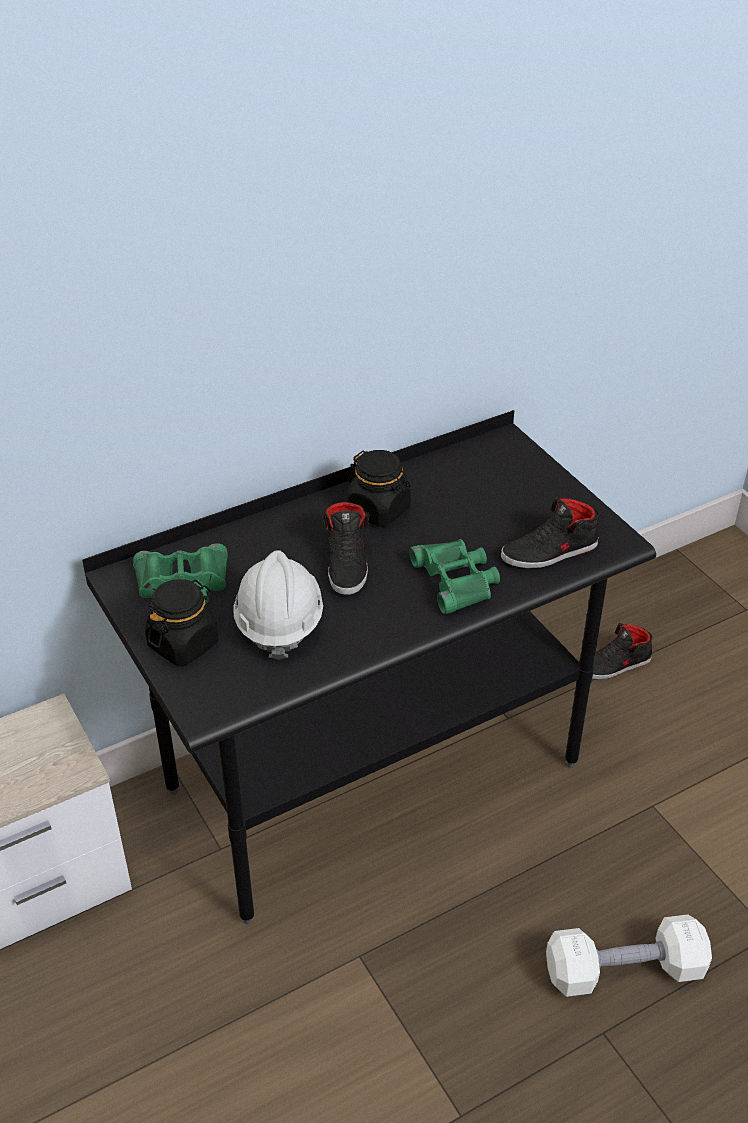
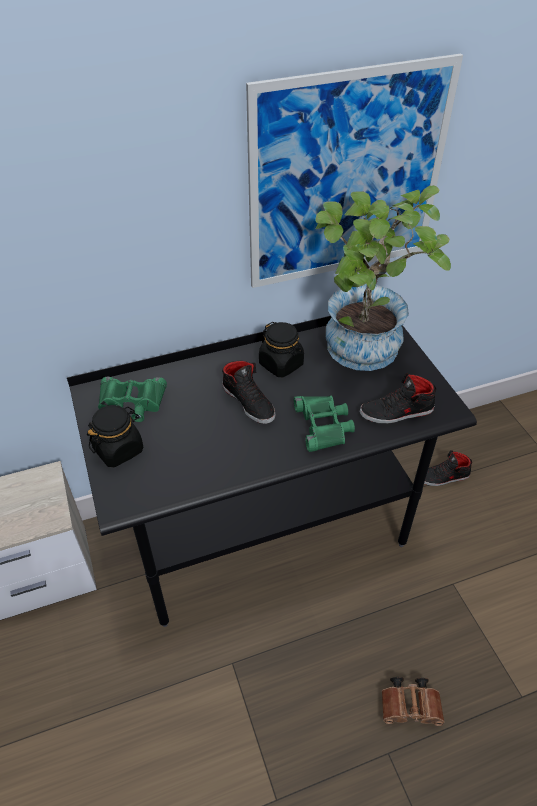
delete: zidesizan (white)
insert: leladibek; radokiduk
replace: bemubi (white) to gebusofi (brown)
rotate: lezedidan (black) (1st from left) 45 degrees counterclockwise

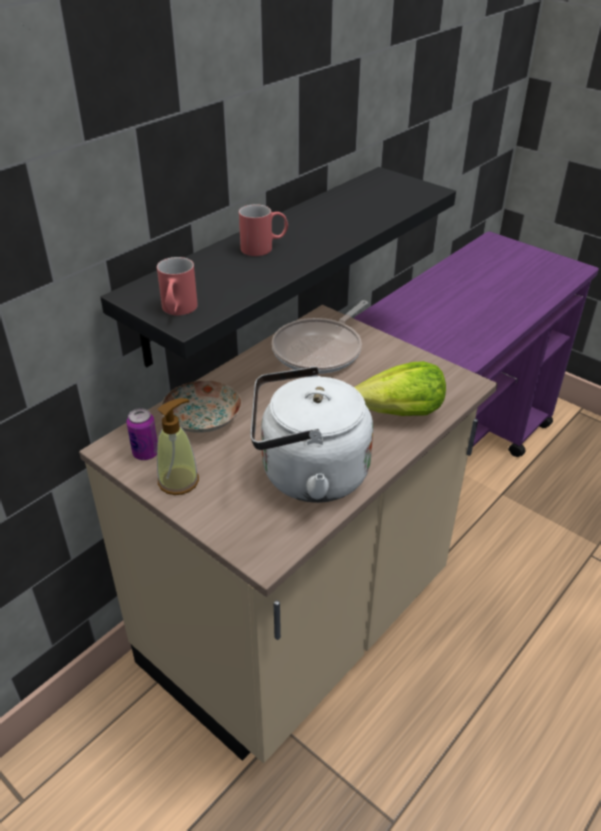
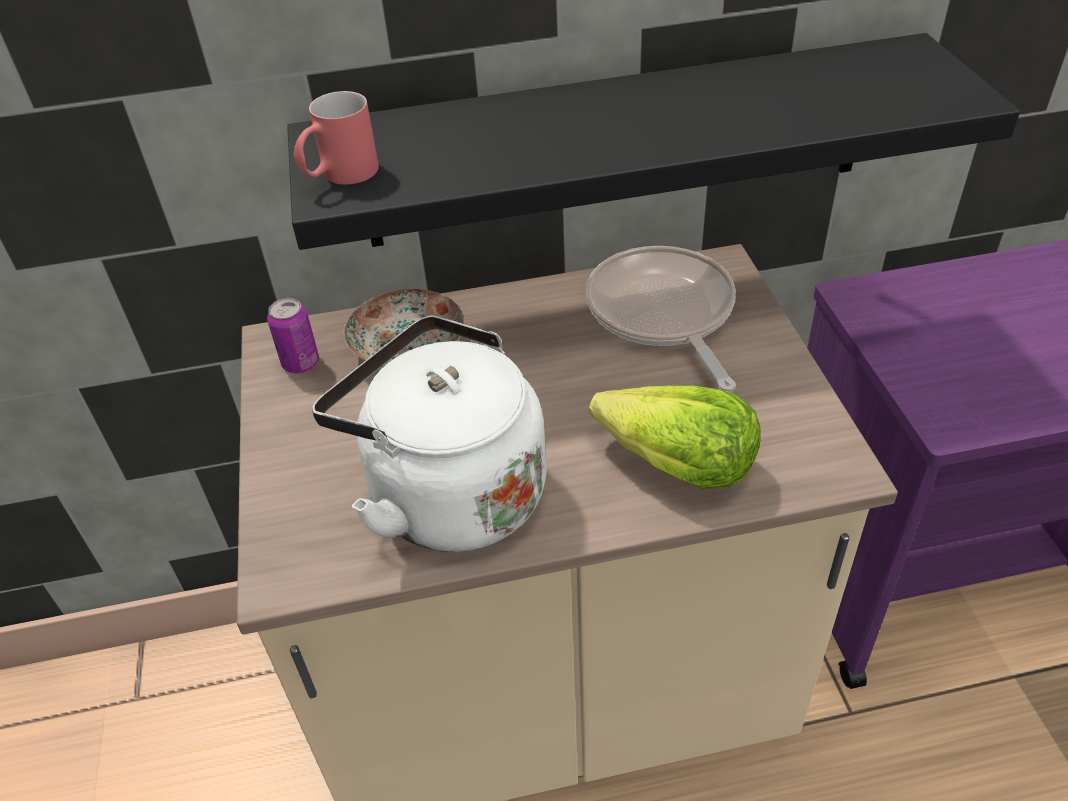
delete: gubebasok; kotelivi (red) (2nd from left)
rotate: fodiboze 90 degrees clockwise

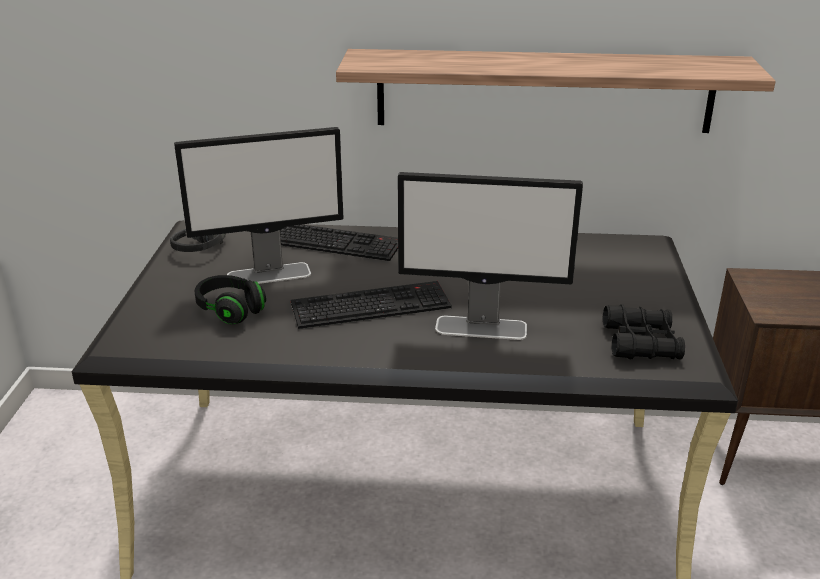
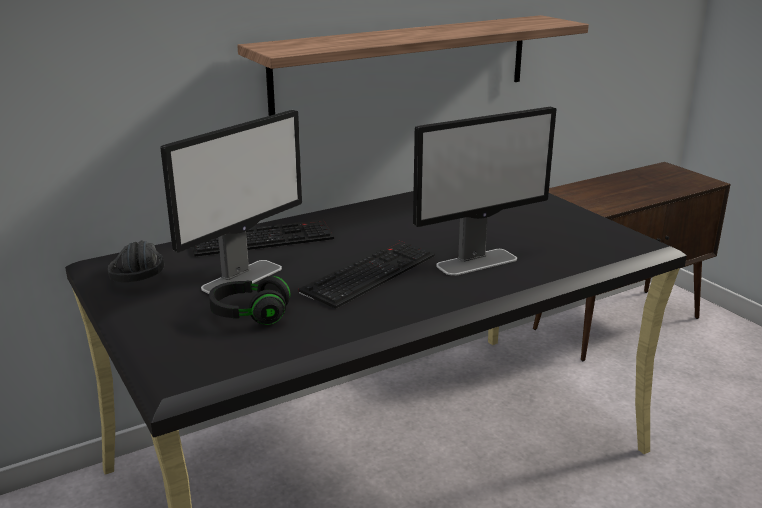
delete: gebusofi (black)

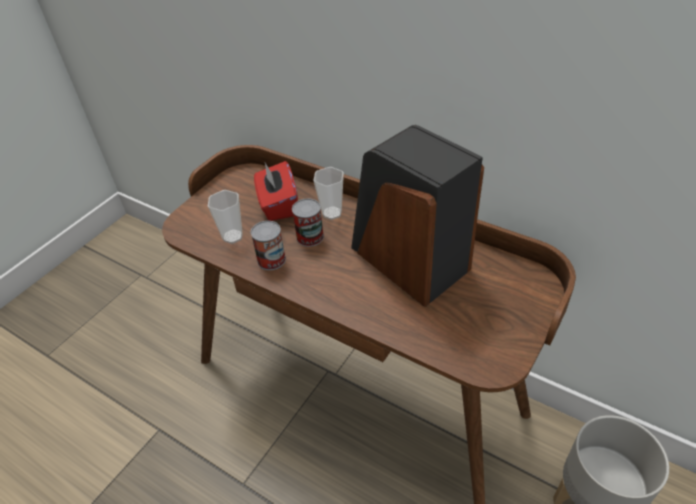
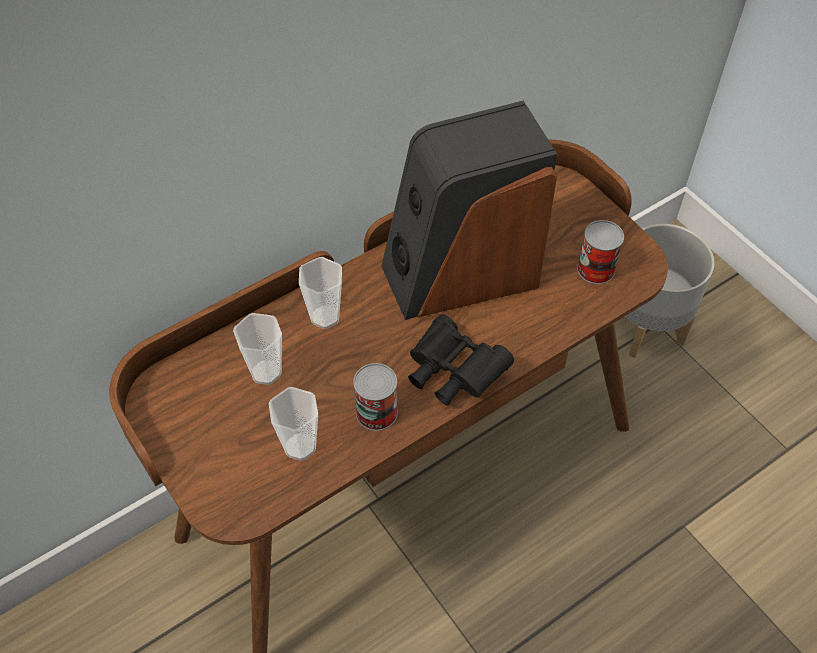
insert: gebusofi (black)
move: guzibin (2nd from left)
replace: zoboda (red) to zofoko (1st from left)

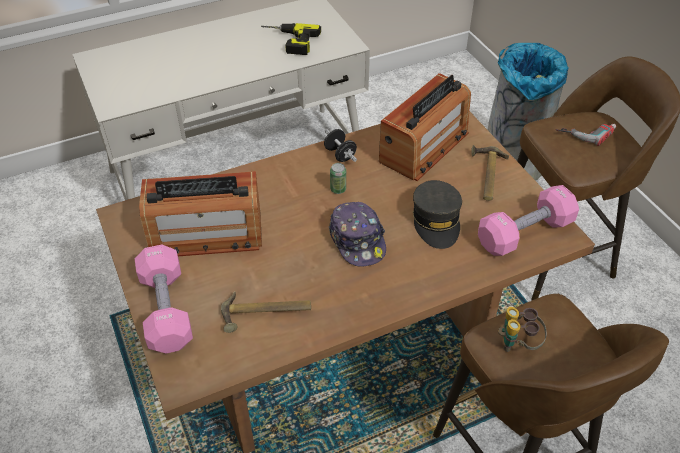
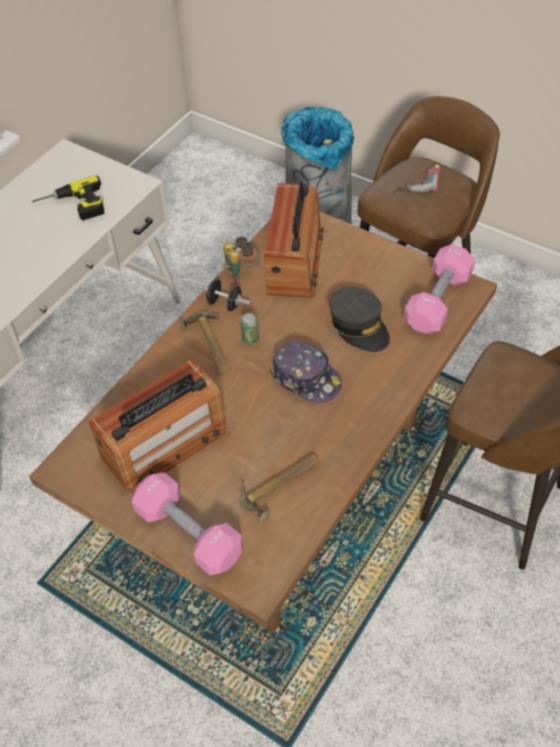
move: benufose (2nd from left in the first image) to benufose (1st from left); gebusofi

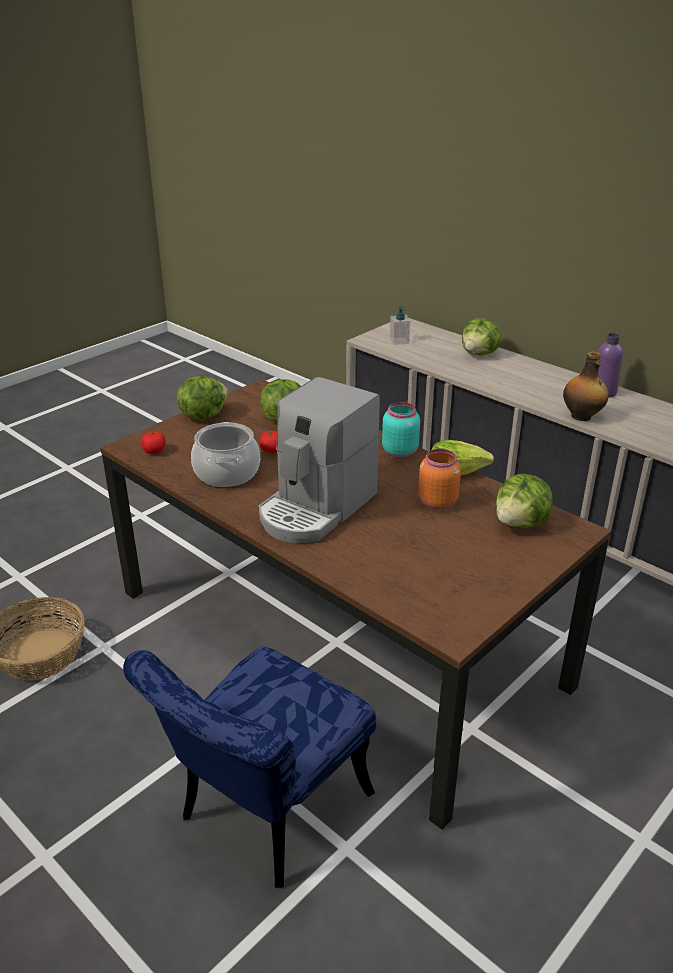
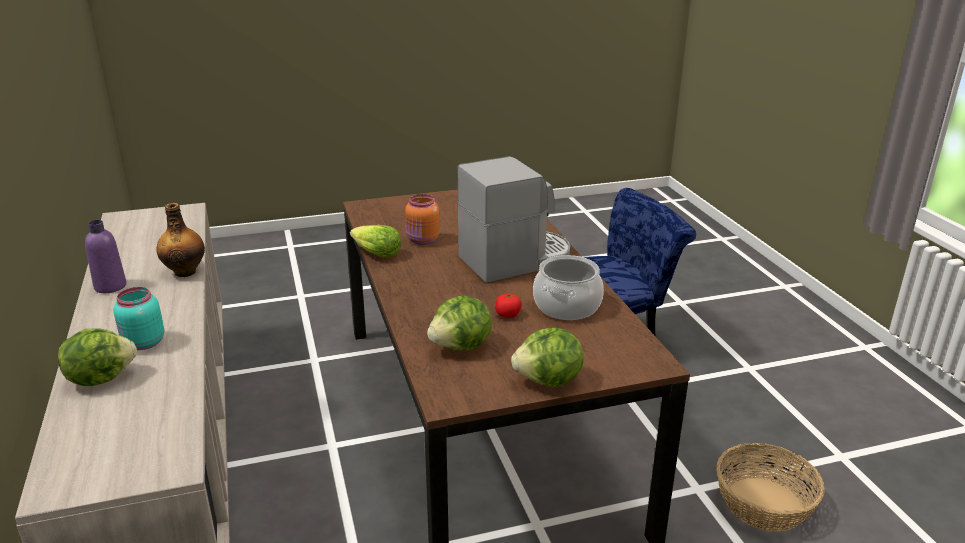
delete: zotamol (1st from left); gubebasok; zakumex (5th from left)
move: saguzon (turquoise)

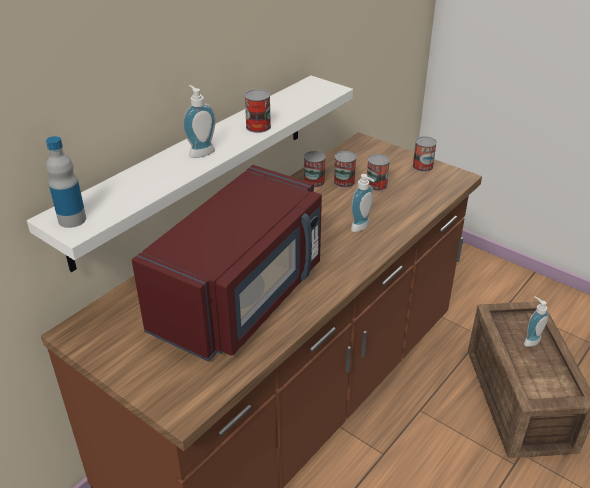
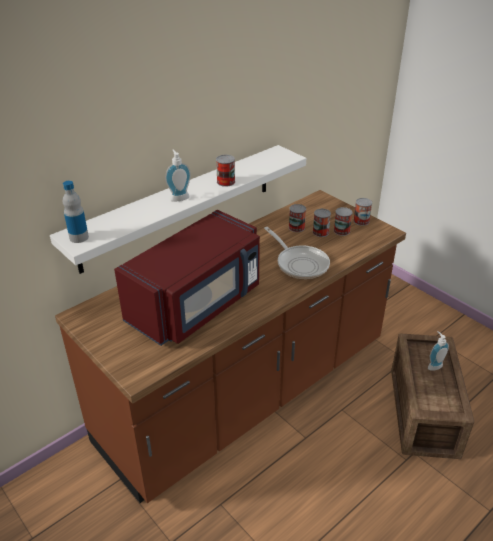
move: guzibin (2nd from left in the first image) to guzibin (4th from left)
replace: gubebasok (2nd from left) to fodiboze

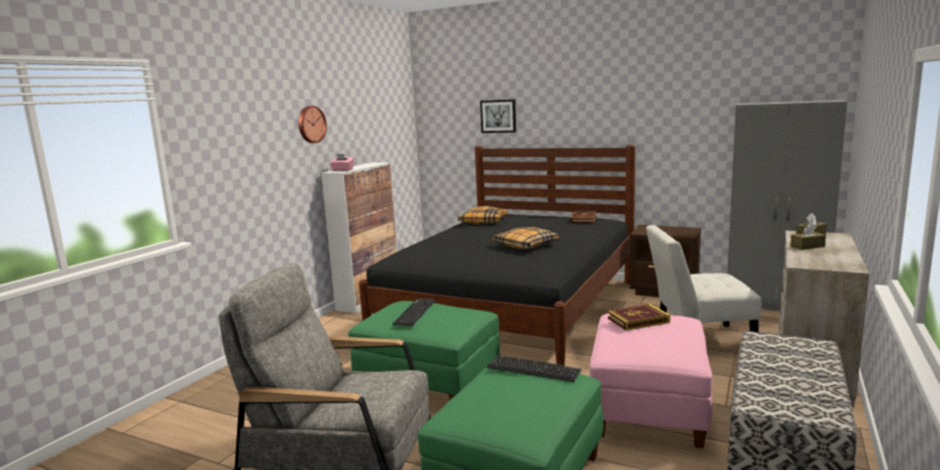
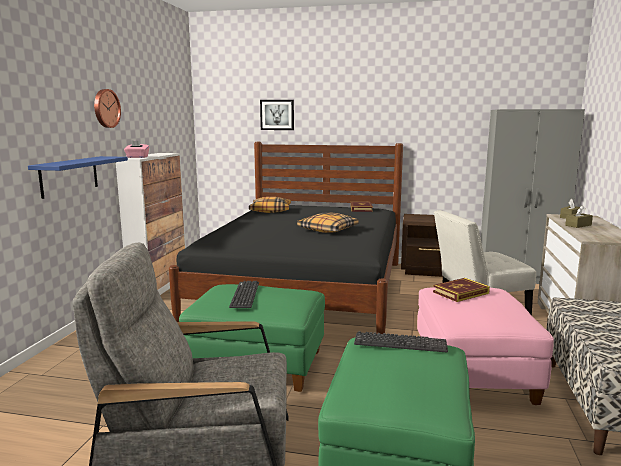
insert: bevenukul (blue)

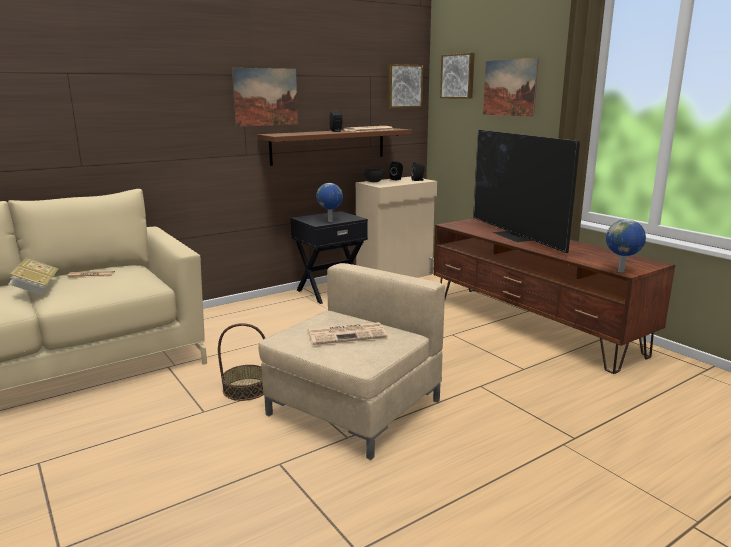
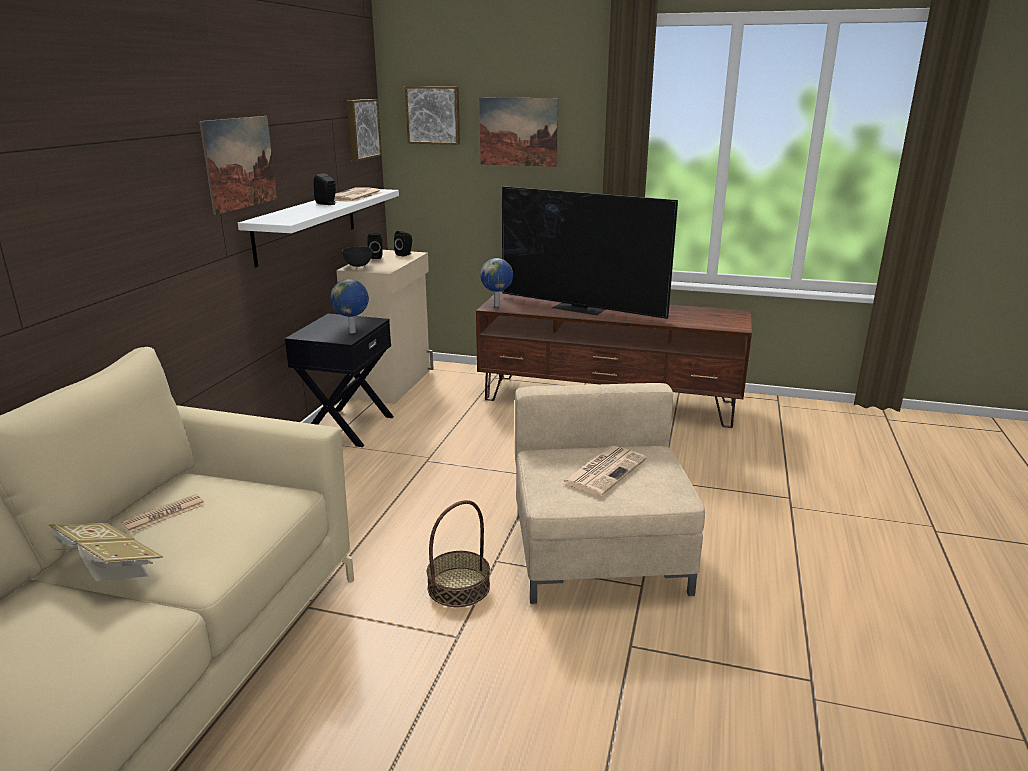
move: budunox (2nd from left)
recolor: bevenukul (brown) to bevenukul (white)

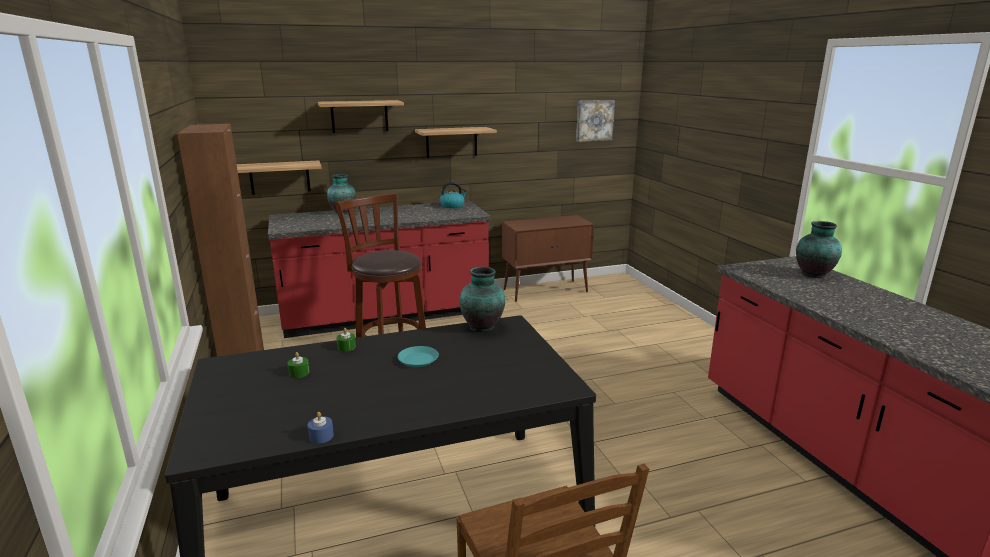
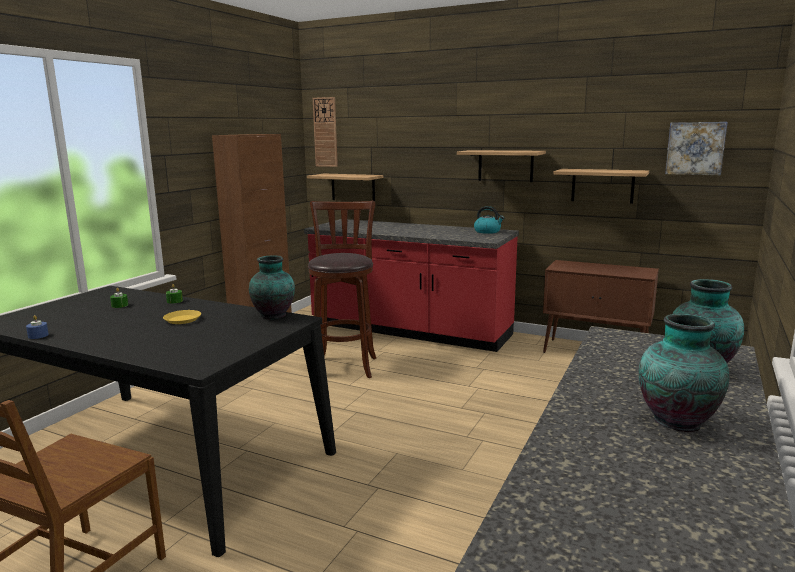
insert: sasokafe
move: bevenukul (2nd from left in the first image) to bevenukul (3rd from left); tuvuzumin (1st from left in the first image) to tuvuzumin (2nd from left)
recolor: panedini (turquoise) to panedini (yellow)

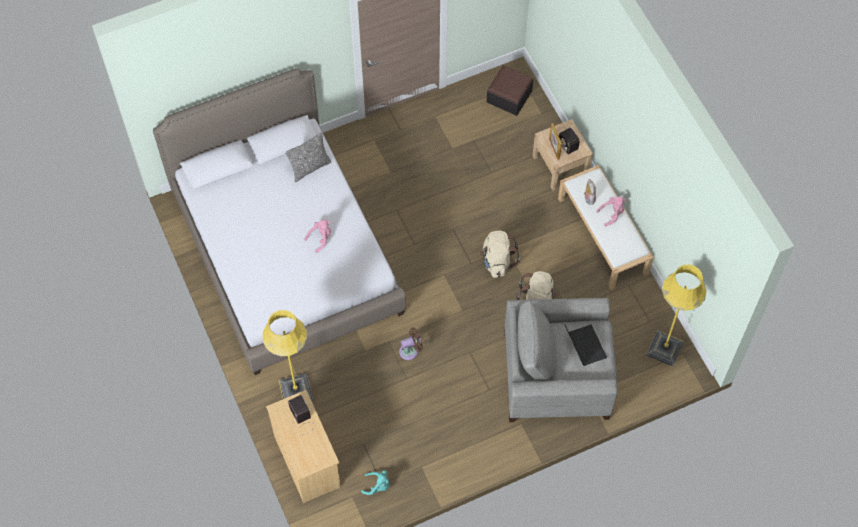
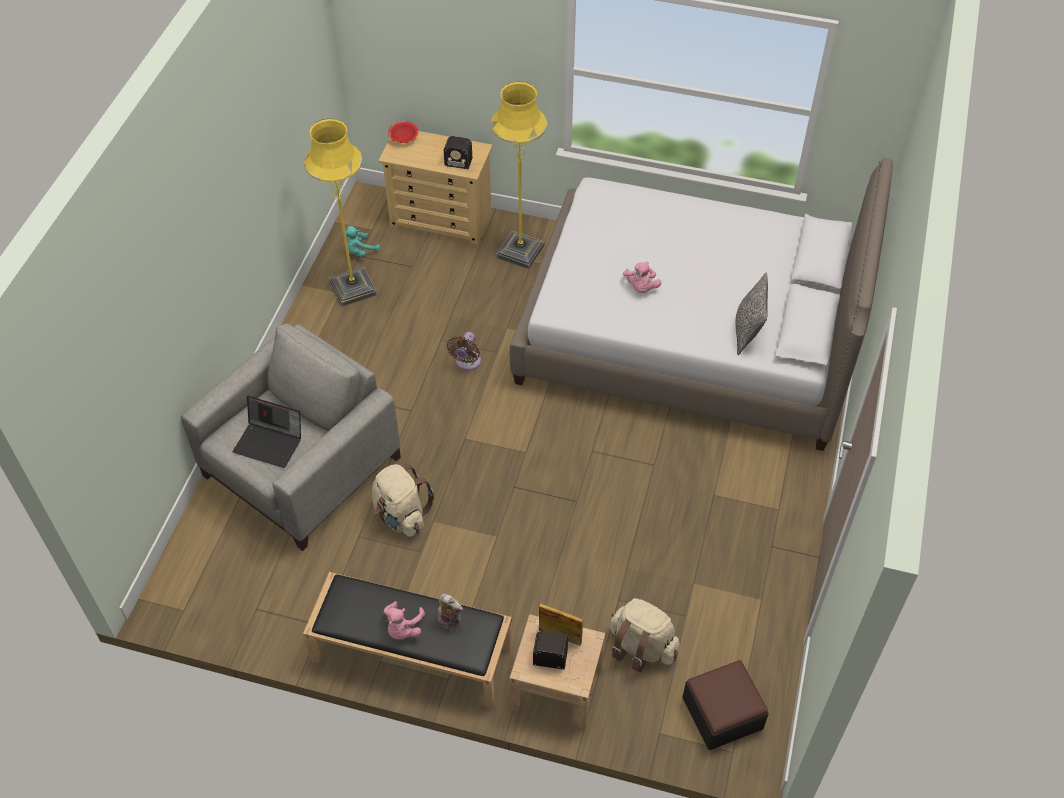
insert: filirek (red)
move: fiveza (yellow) (2nd from left in the first image) to fiveza (yellow) (1st from left); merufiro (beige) (1st from left in the first image) to merufiro (beige) (2nd from left)
recolor: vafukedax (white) to vafukedax (black)

